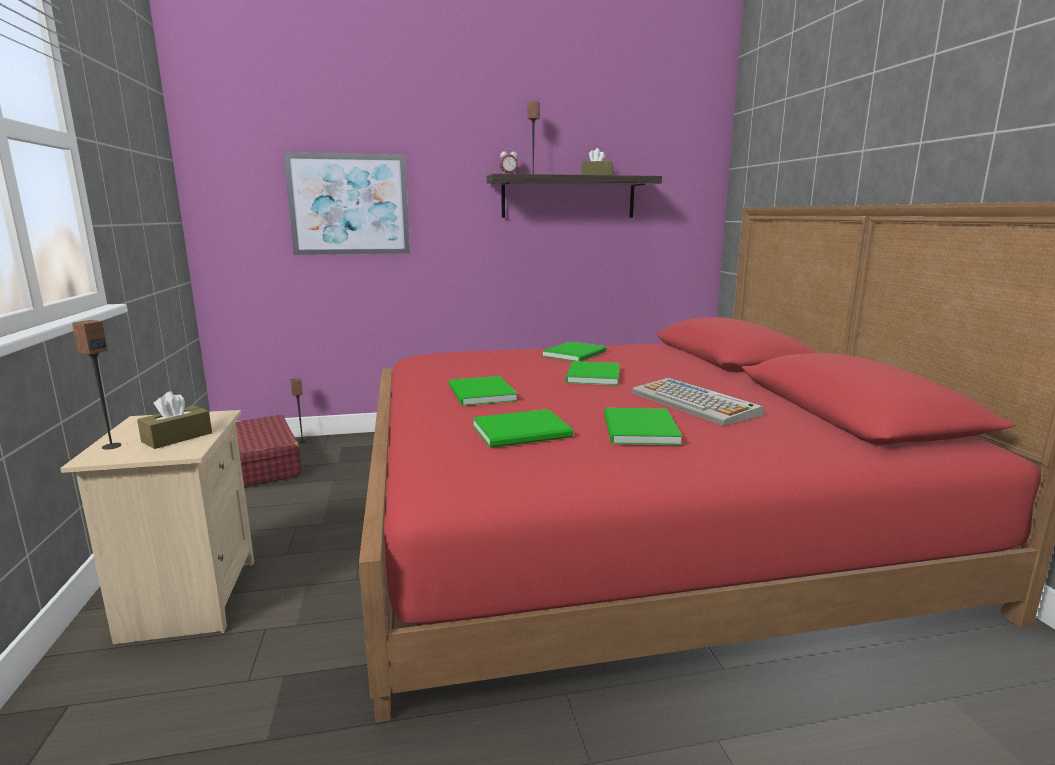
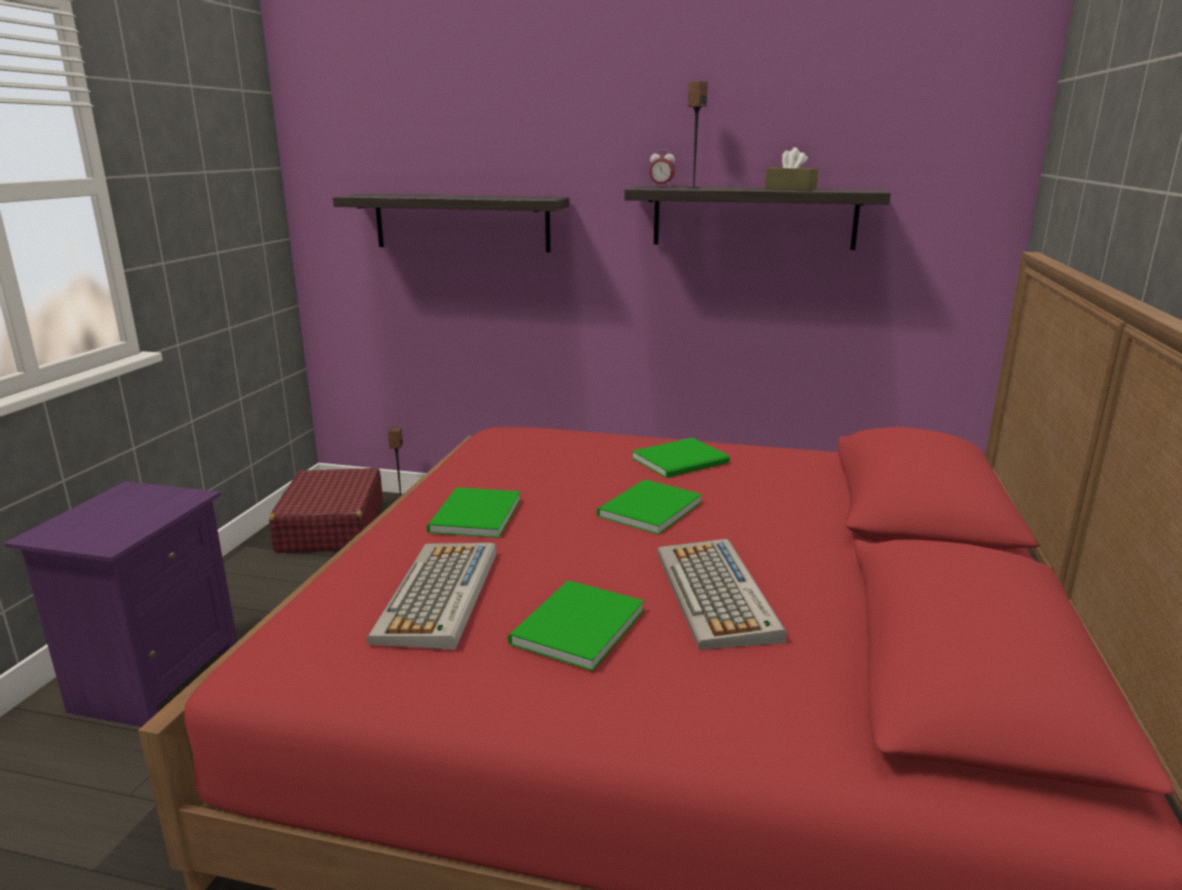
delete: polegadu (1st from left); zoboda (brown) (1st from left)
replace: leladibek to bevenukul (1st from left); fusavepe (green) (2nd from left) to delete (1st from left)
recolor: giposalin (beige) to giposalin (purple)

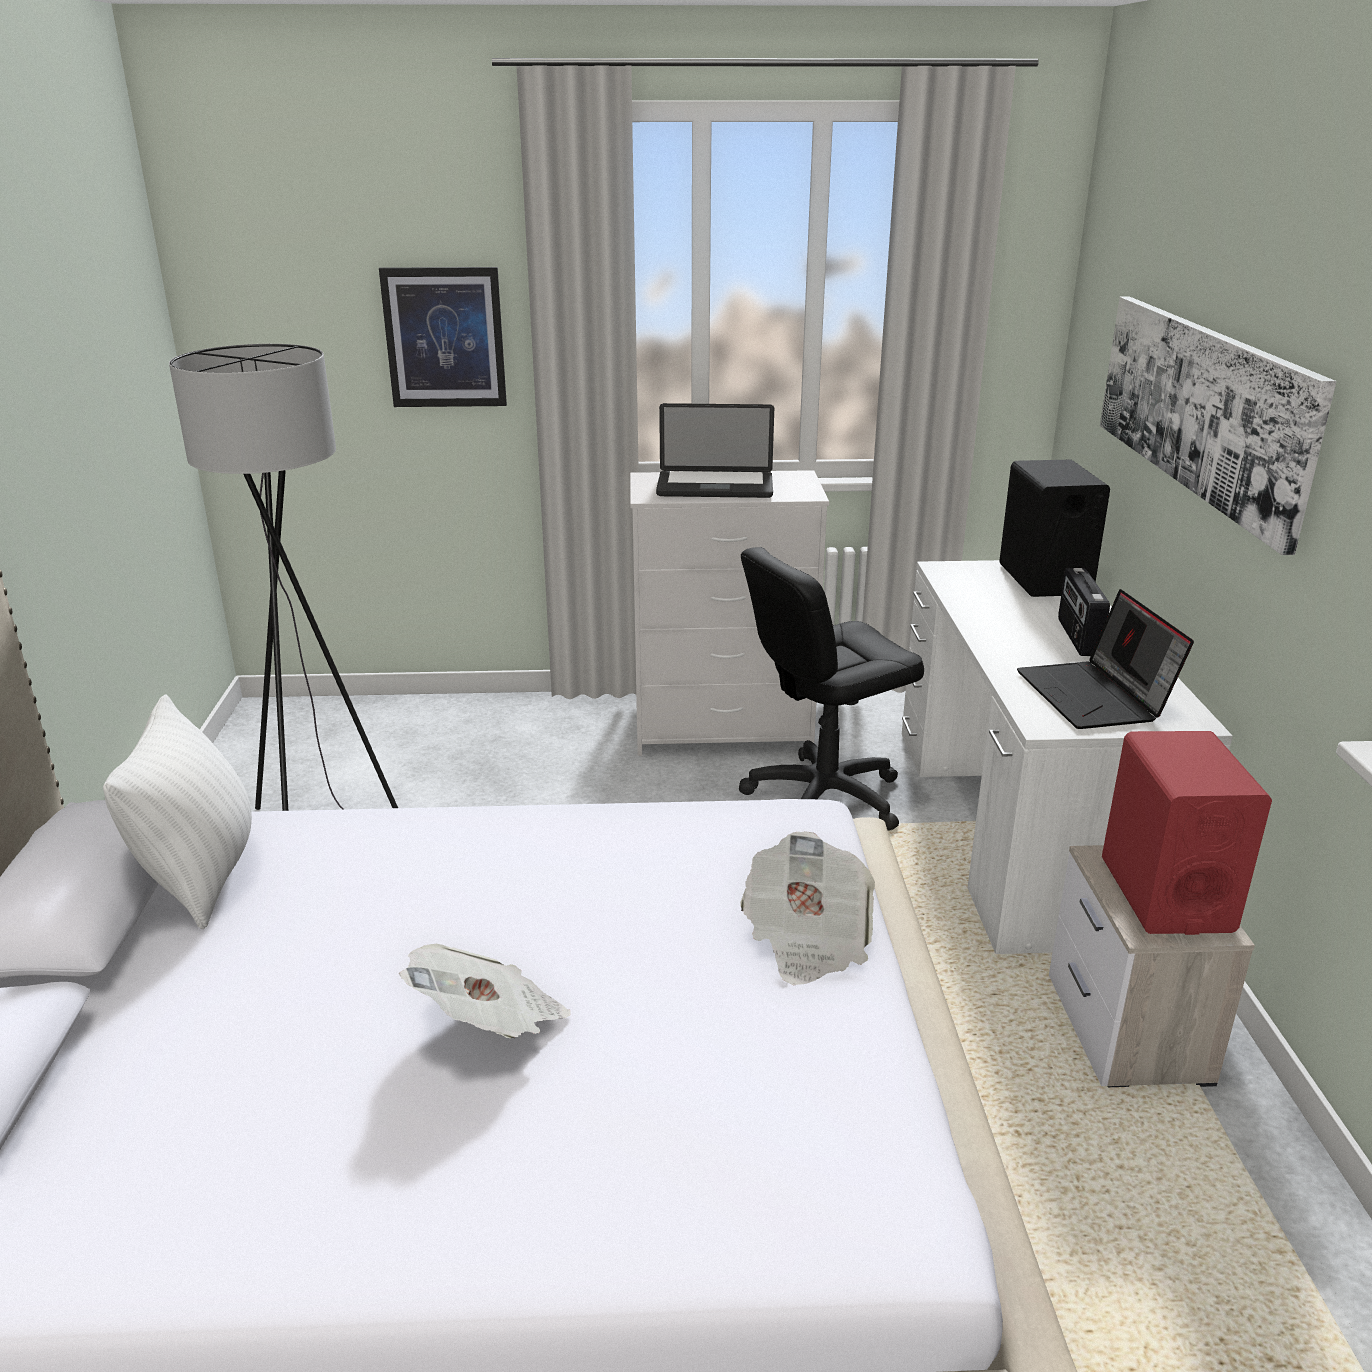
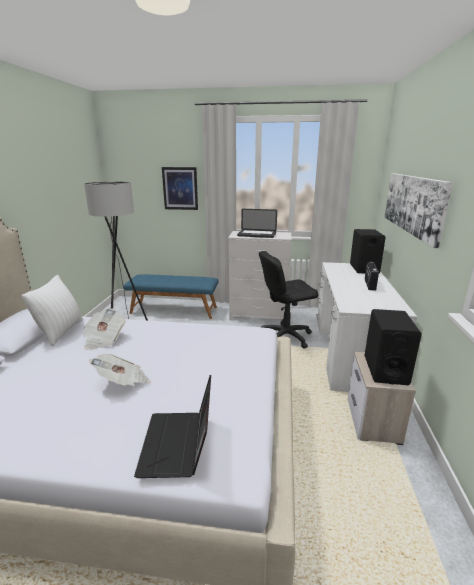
insert: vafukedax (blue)
move: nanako (2nd from left in the first image) to nanako (1st from left); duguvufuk (2nd from left in the first image) to duguvufuk (1st from left)
recolor: polegadu (red) to polegadu (black) (2nd from left)

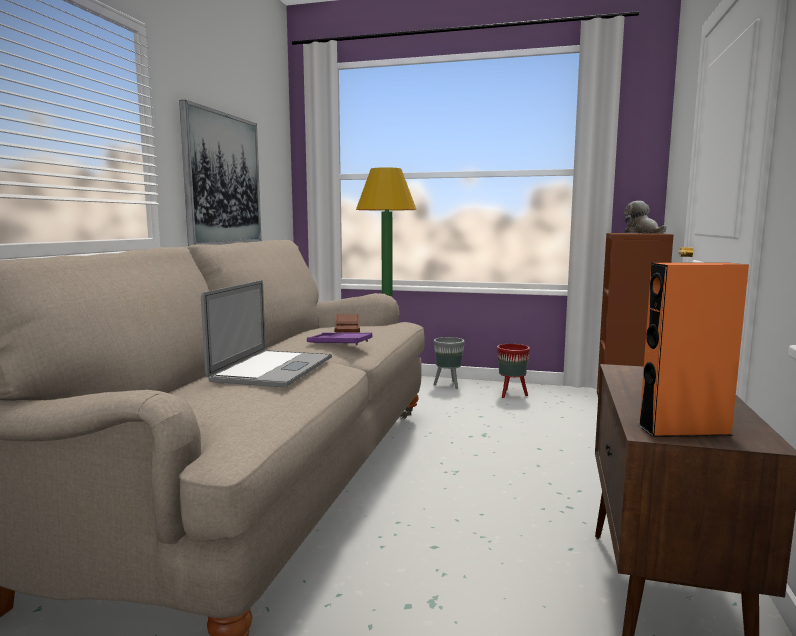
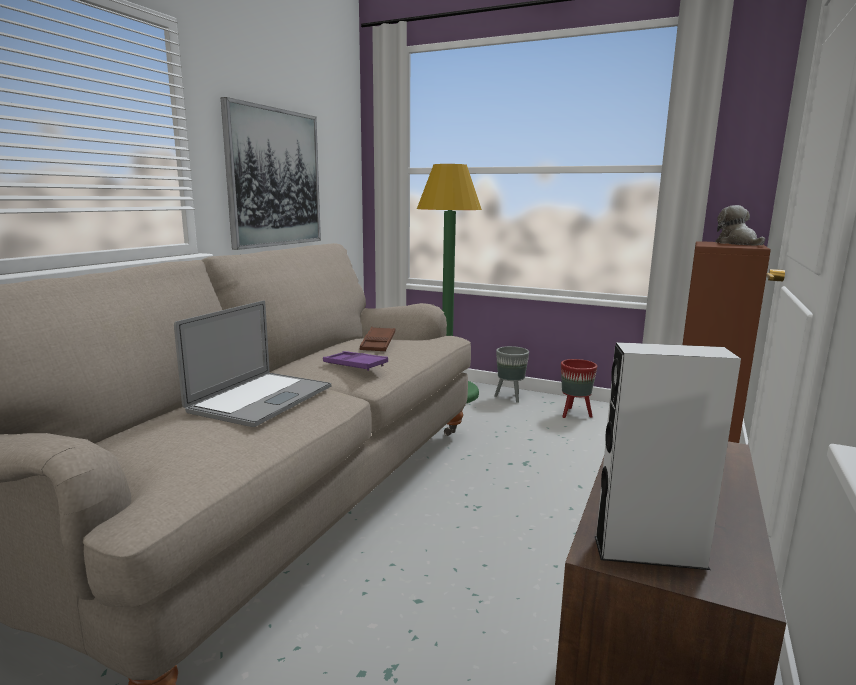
recolor: polegadu (orange) to polegadu (grey)

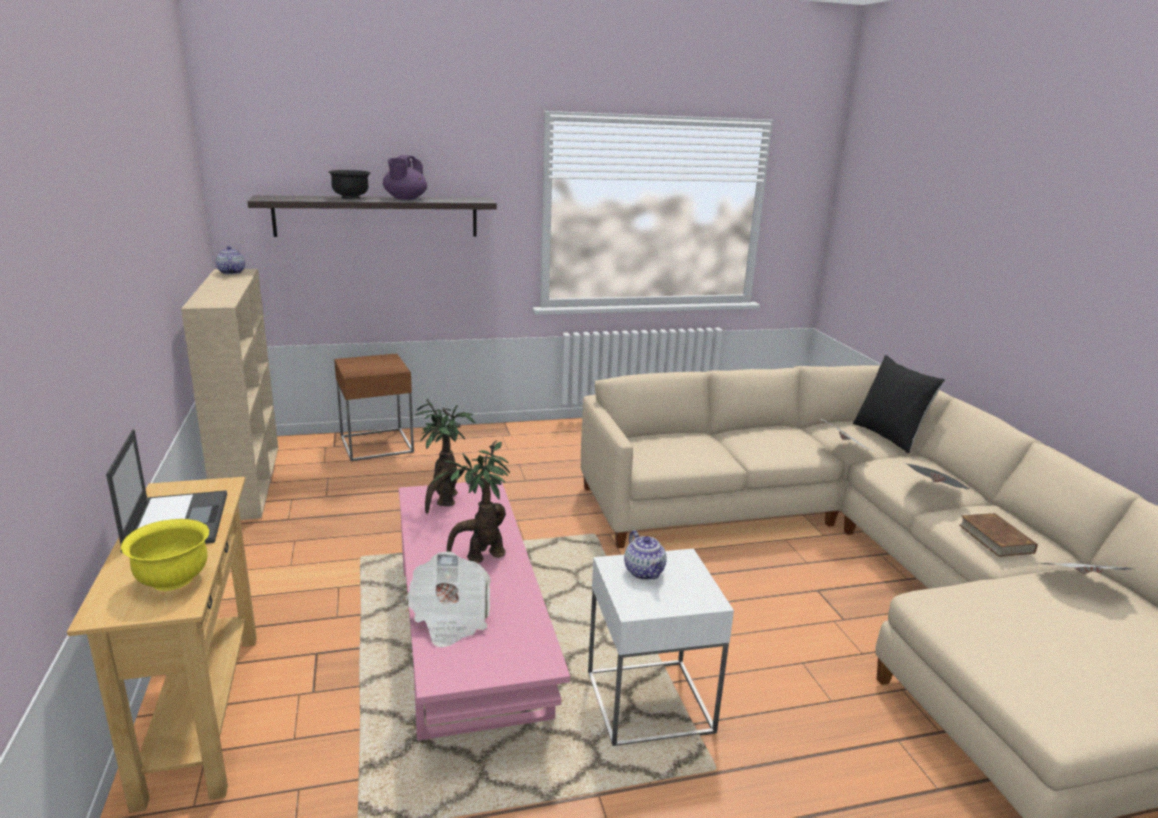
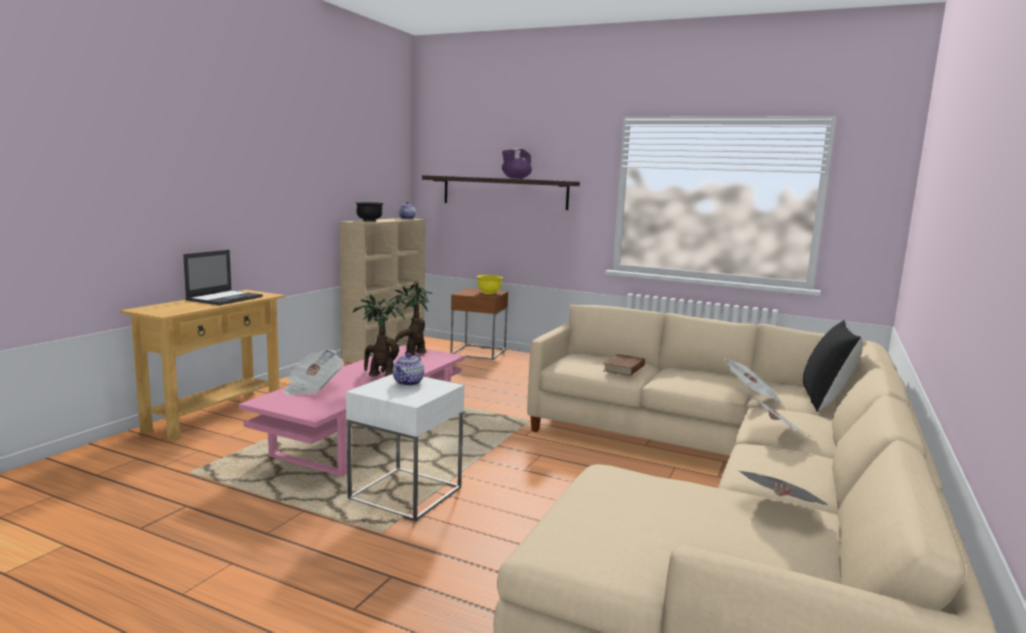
move: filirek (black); filirek (yellow); fusavepe (brown)

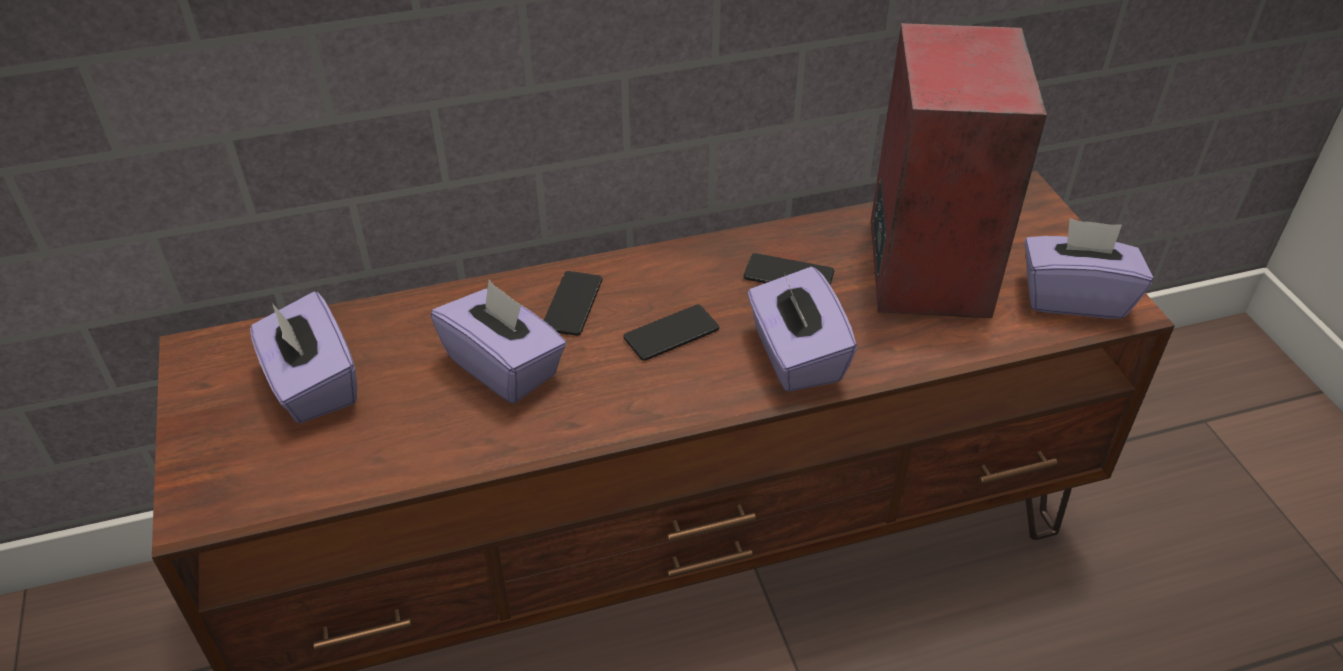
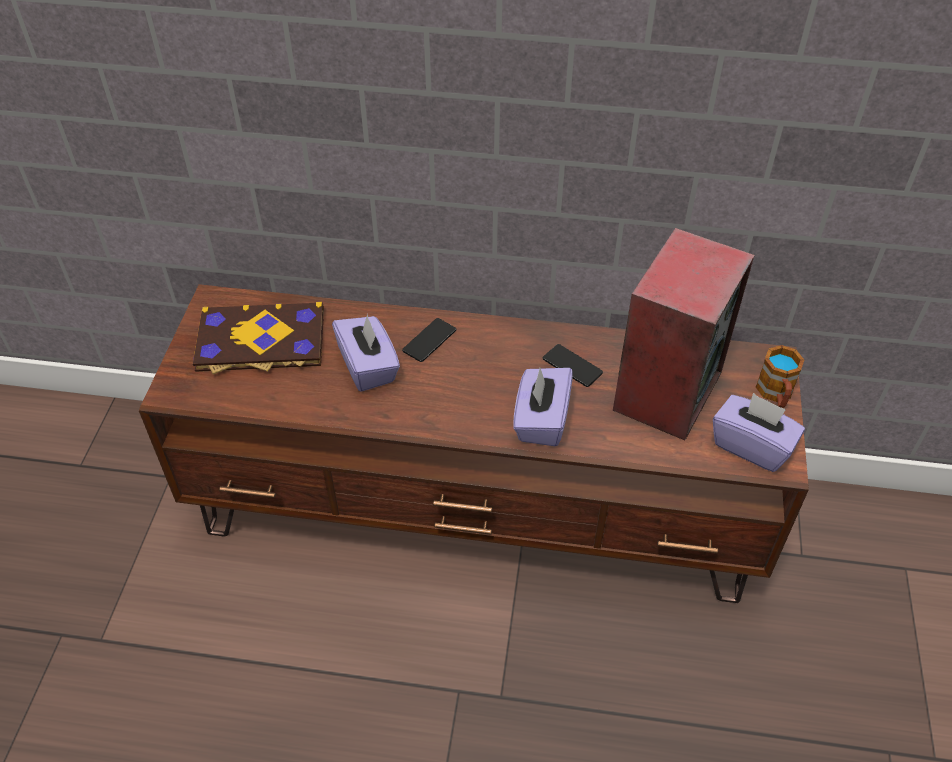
delete: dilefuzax (2nd from left)
insert: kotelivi
replace: zoboda (purple) (1st from left) to fusavepe

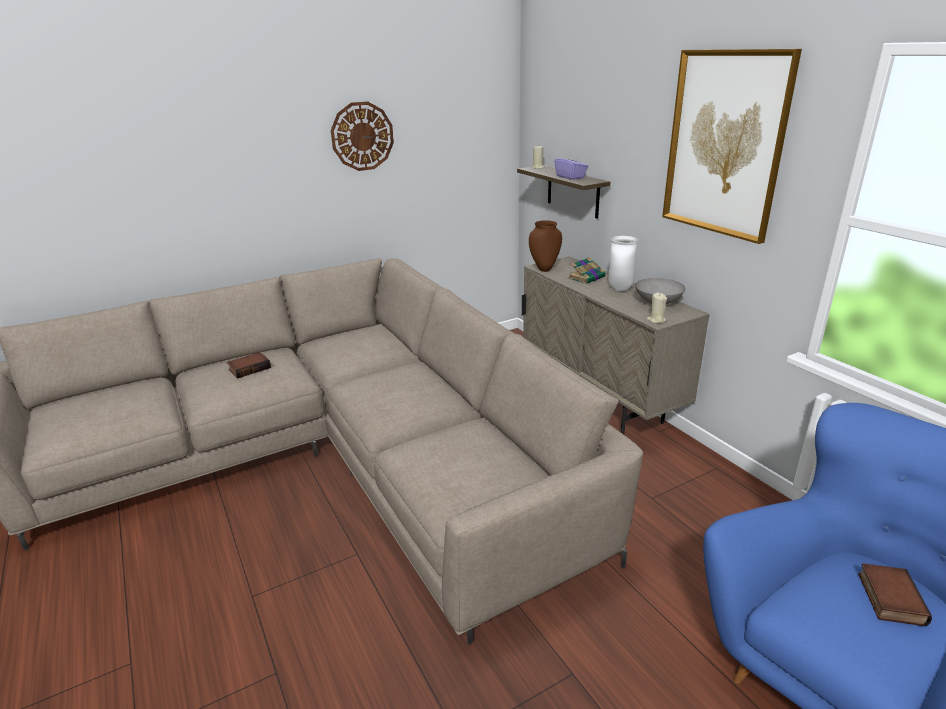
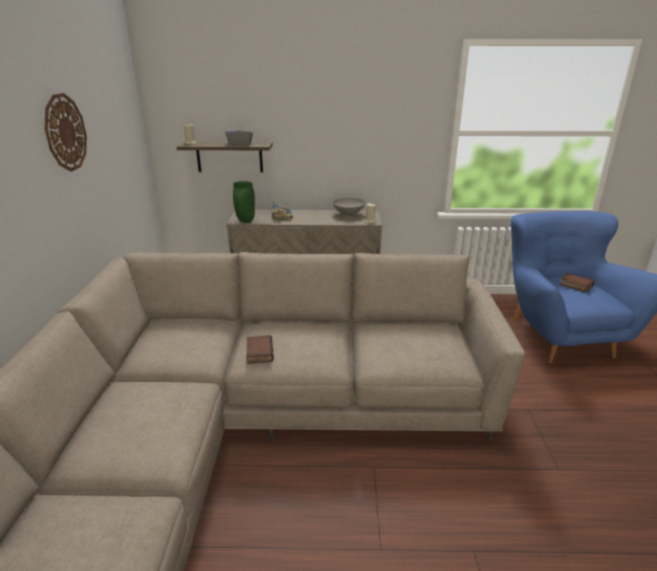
delete: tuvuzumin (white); leladibek
move: fusavepe (1st from left)
recolor: zoboda (purple) to zoboda (grey); tuvuzumin (brown) to tuvuzumin (green)

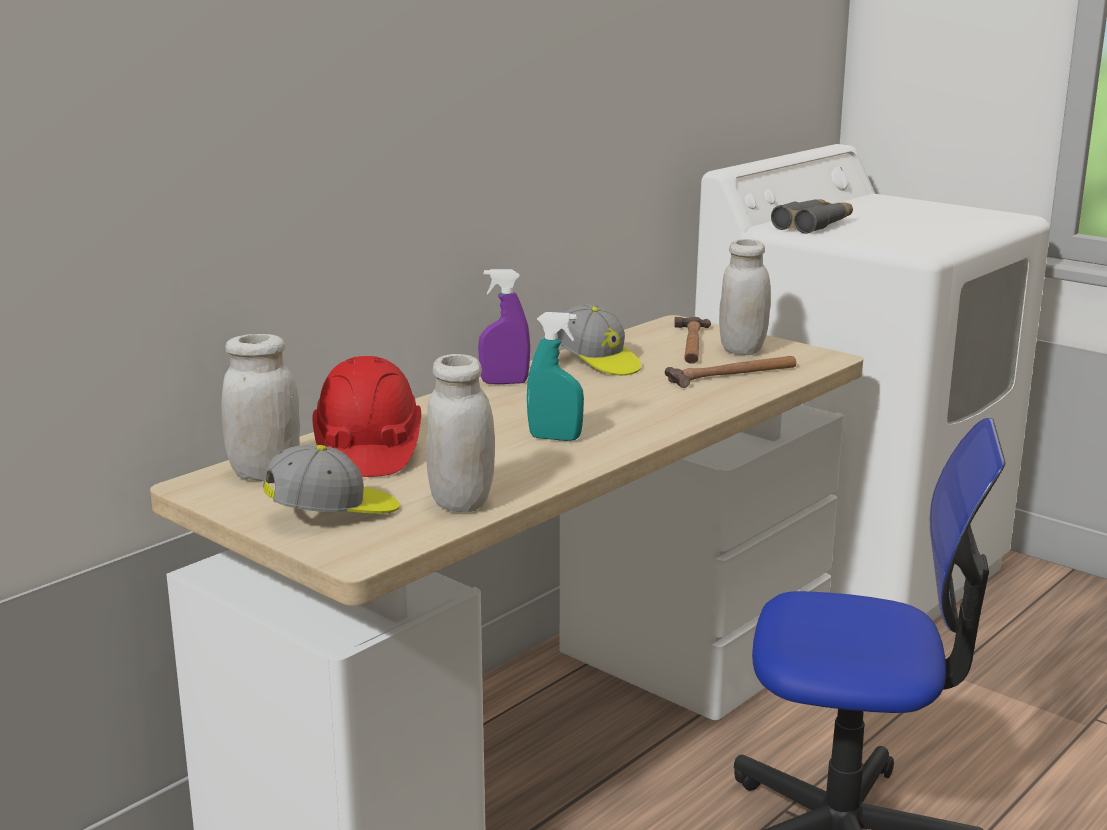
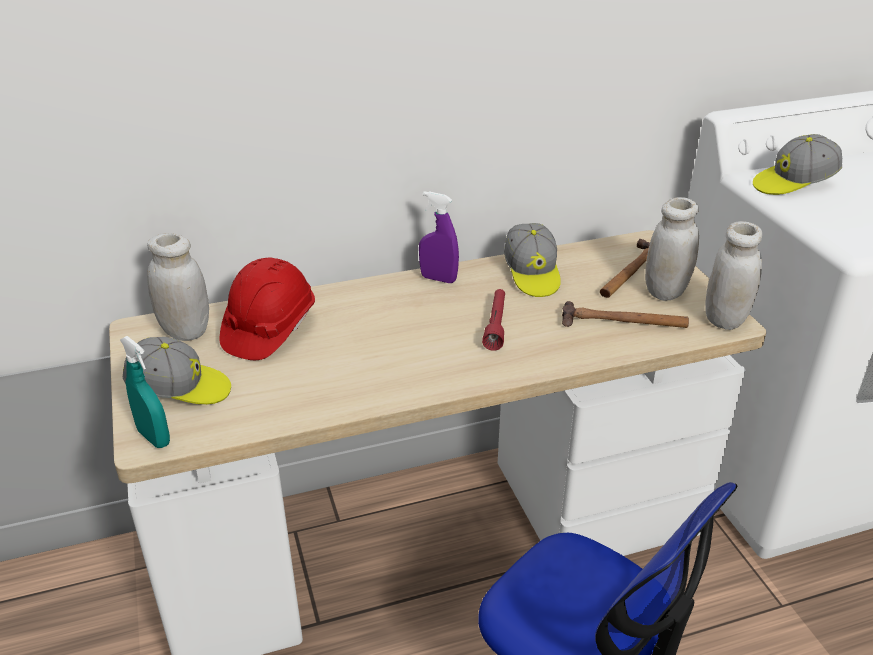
insert: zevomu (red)
move: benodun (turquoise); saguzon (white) (2nd from left in the first image) to saguzon (white) (3rd from left)
replace: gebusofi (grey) to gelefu (3rd from left)

